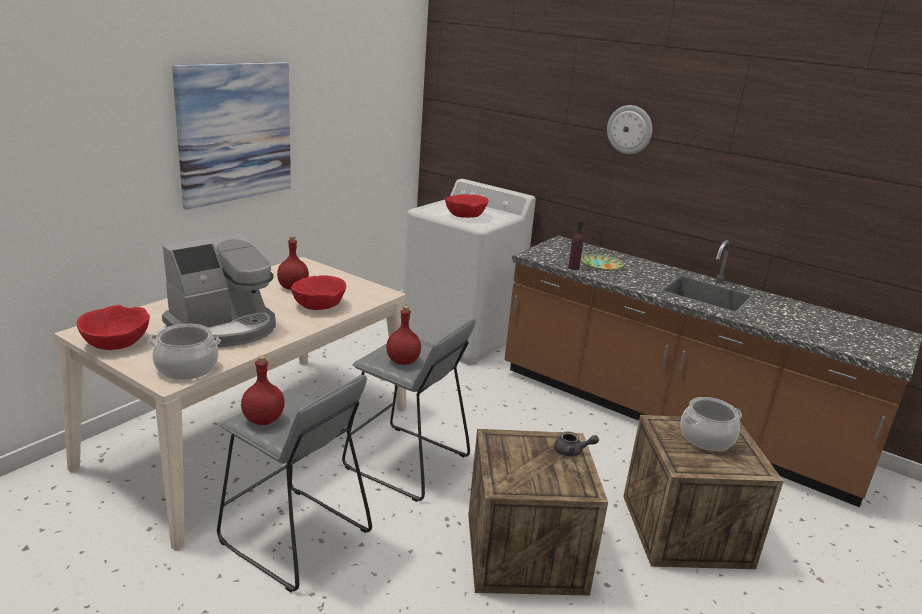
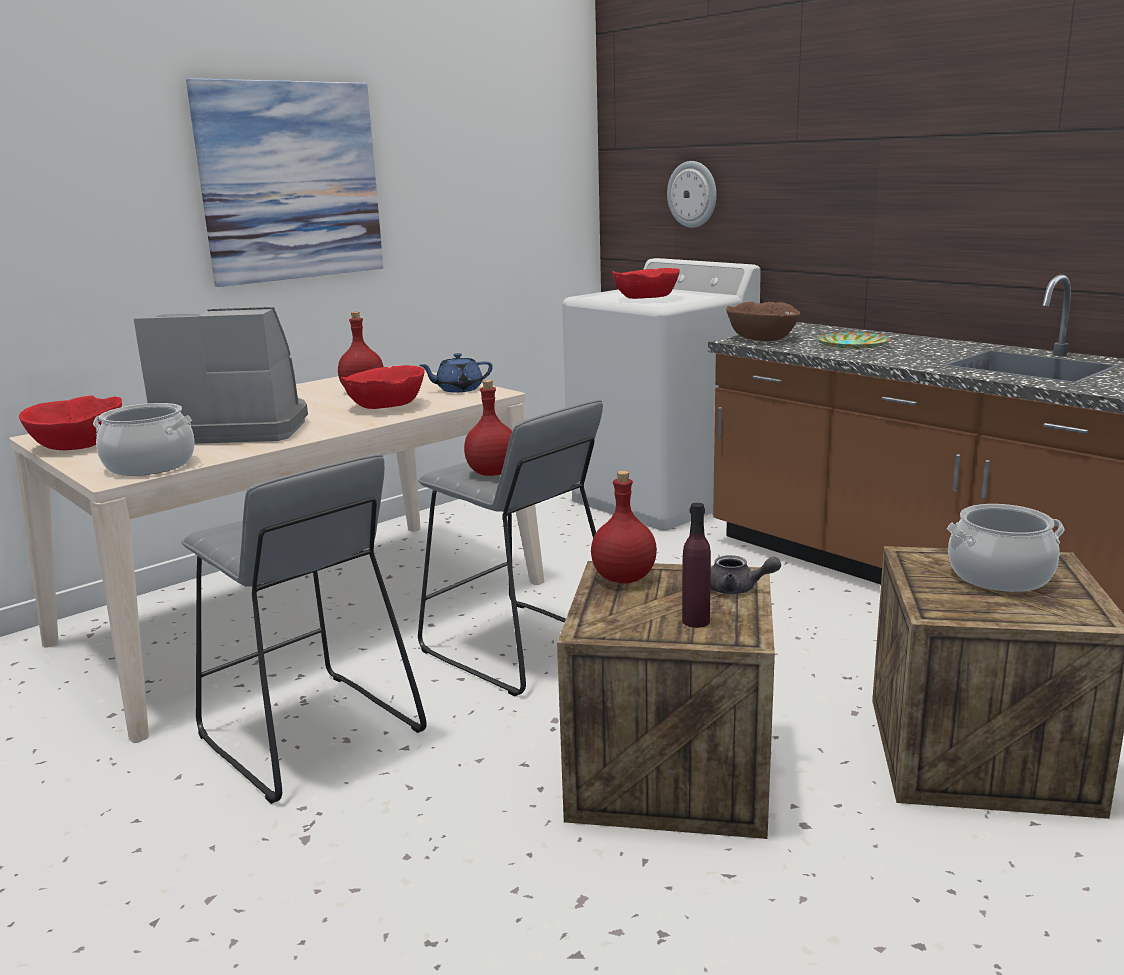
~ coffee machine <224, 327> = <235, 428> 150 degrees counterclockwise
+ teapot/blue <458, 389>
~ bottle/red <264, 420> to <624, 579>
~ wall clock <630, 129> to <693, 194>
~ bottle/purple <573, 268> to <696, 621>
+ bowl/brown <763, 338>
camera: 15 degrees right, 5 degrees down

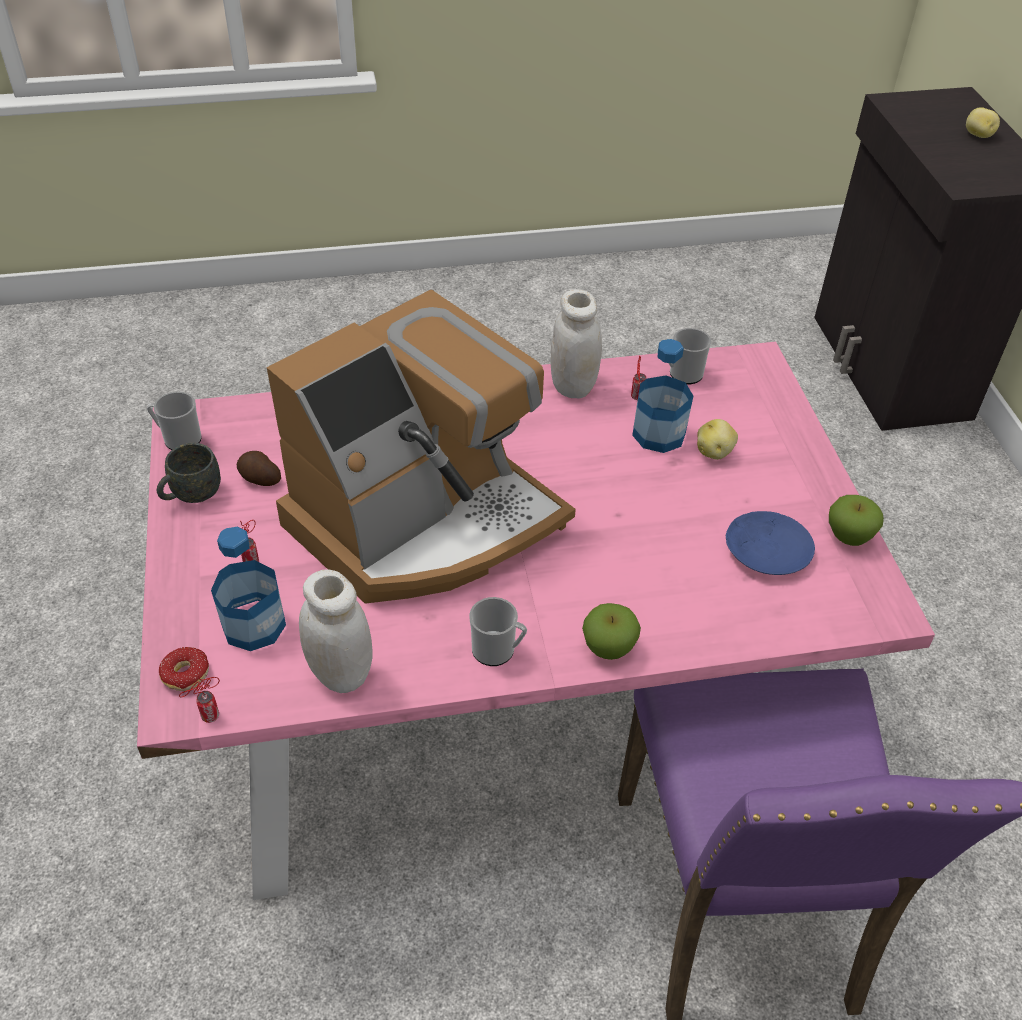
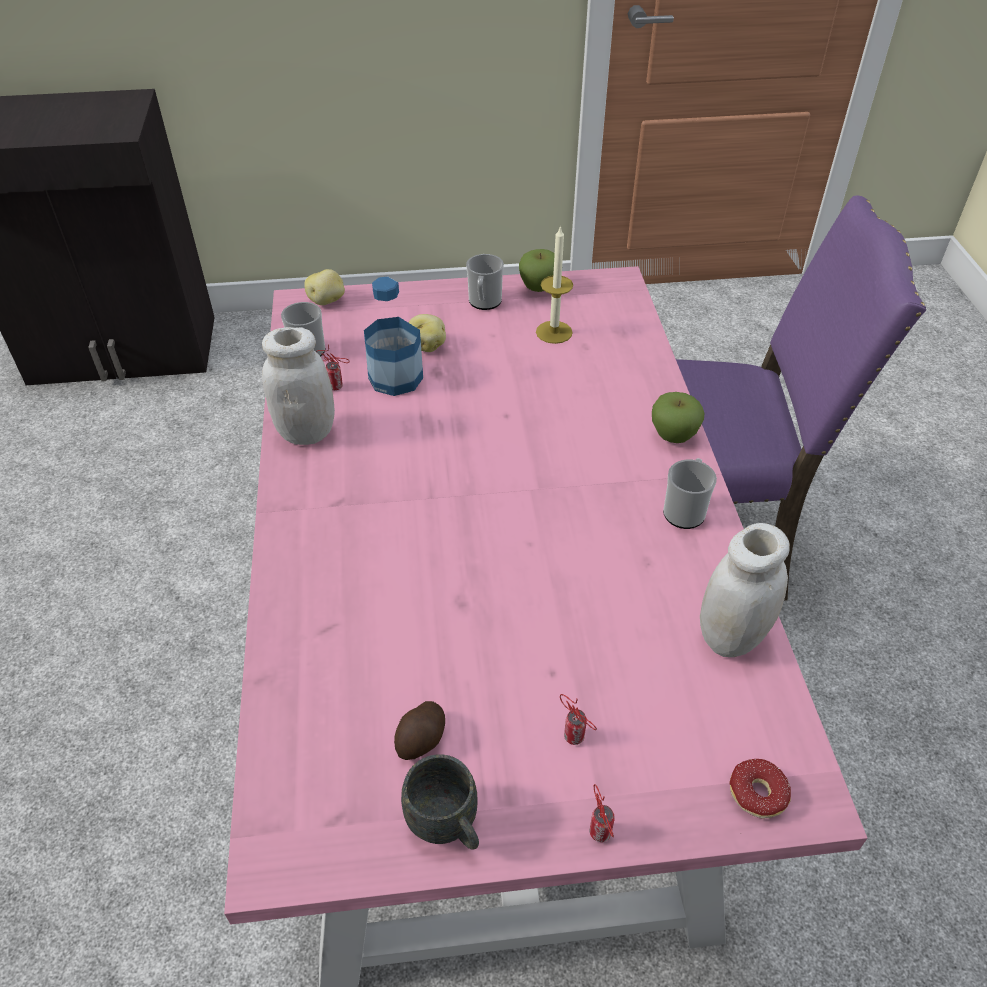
~ potato <978, 135> to <327, 301>
~ mug <178, 439> to <484, 303>
~ plate/blue <766, 550> to candle <554, 332>
~ can <208, 717> to <601, 835>
- bottle <254, 625>
- coffee machine <425, 521>
camera: 85 degrees left, 0 degrees up

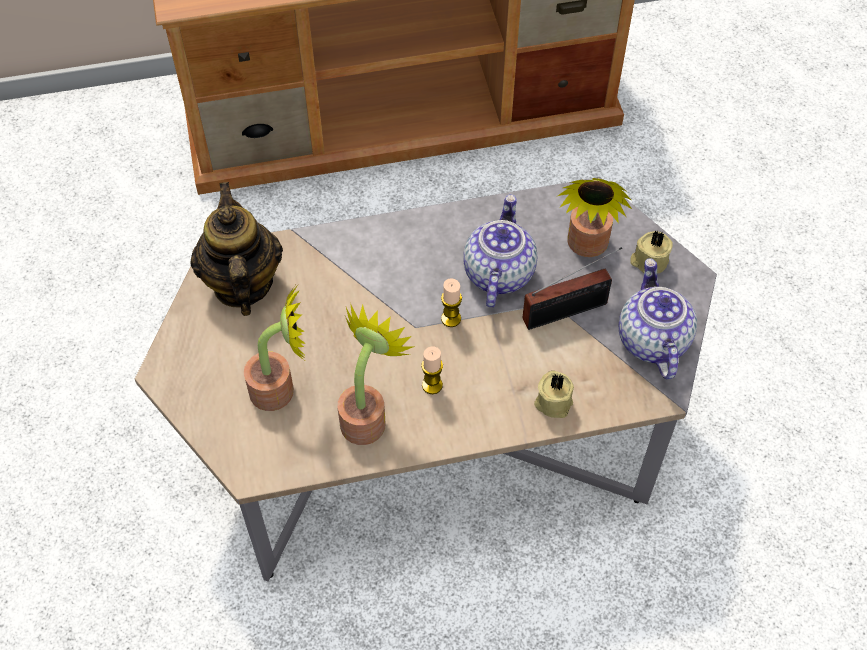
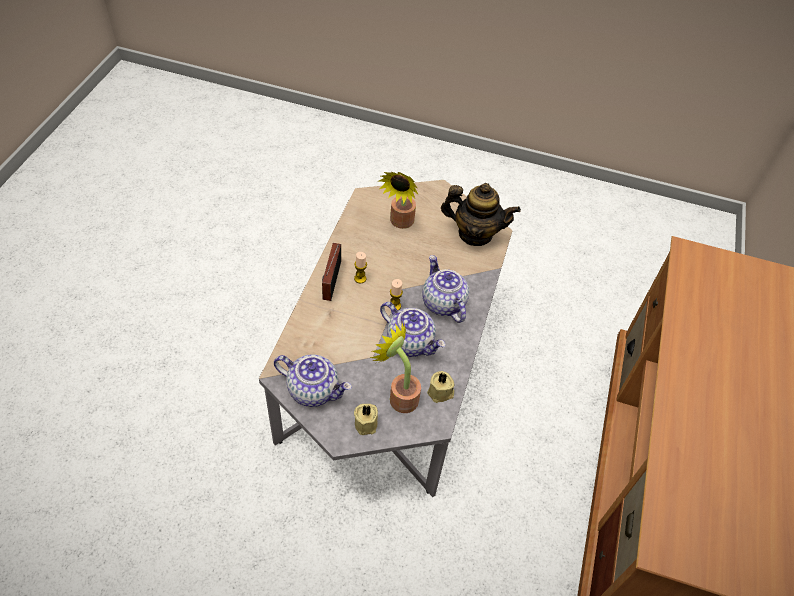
~ radio <569, 311> to <330, 282>
+ teapot <442, 303>
~ candle/beige <553, 401> to <441, 393>
- potted plant <367, 416>
camera: 115 degrees right, 5 degrees down

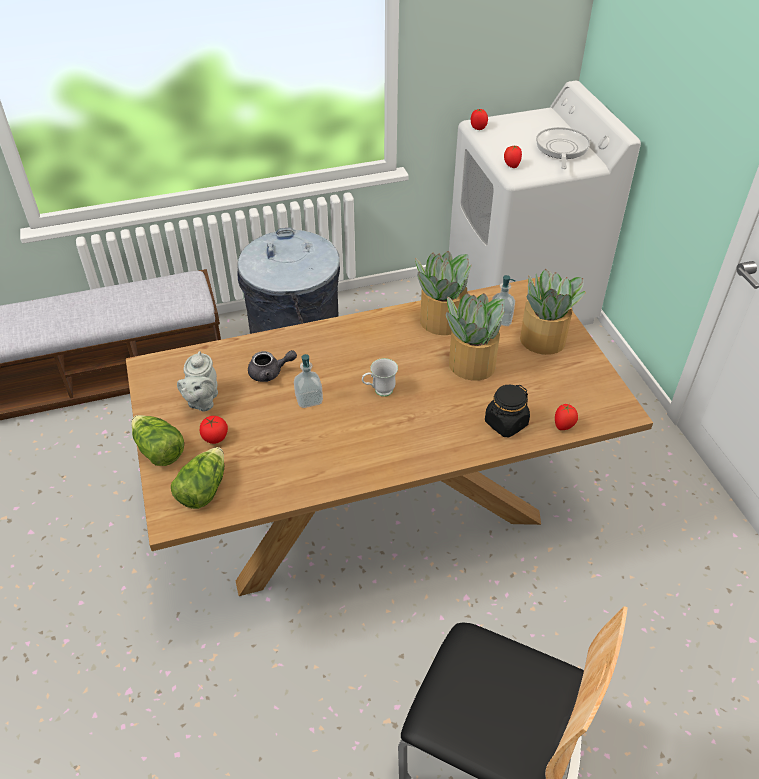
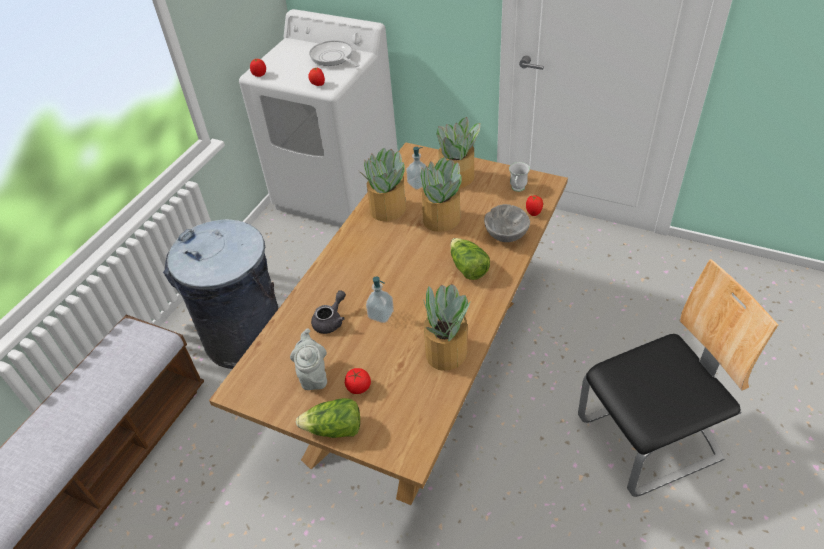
~ teapot/grey <202, 401> = <313, 375> 150 degrees counterclockwise
+ potted plant <445, 353>
~ lettuce <203, 489> to <467, 268>
~ jar/black <506, 423> to bowl/grey <505, 235>
~ mug/white <379, 391> to <517, 190>
camera: 45 degrees left, 0 degrees up

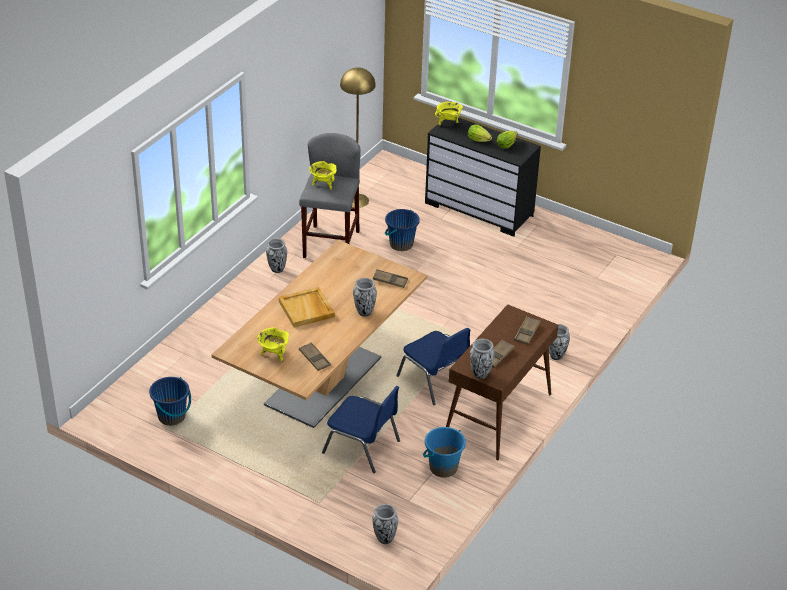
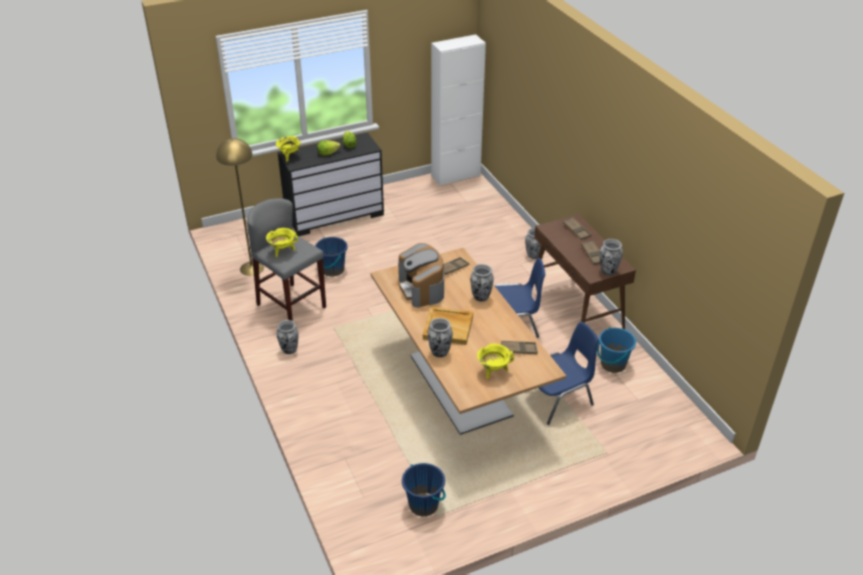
+ coffee machine <422, 289>
~ vase <384, 538> to <439, 353>
+ cabinet/white <455, 175>
camera: 55 degrees left, 0 degrees up

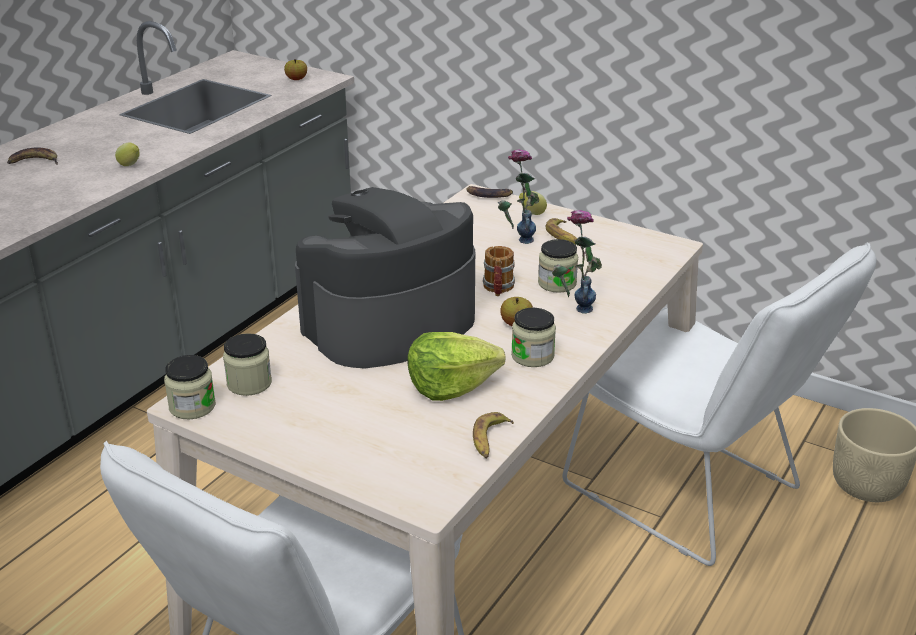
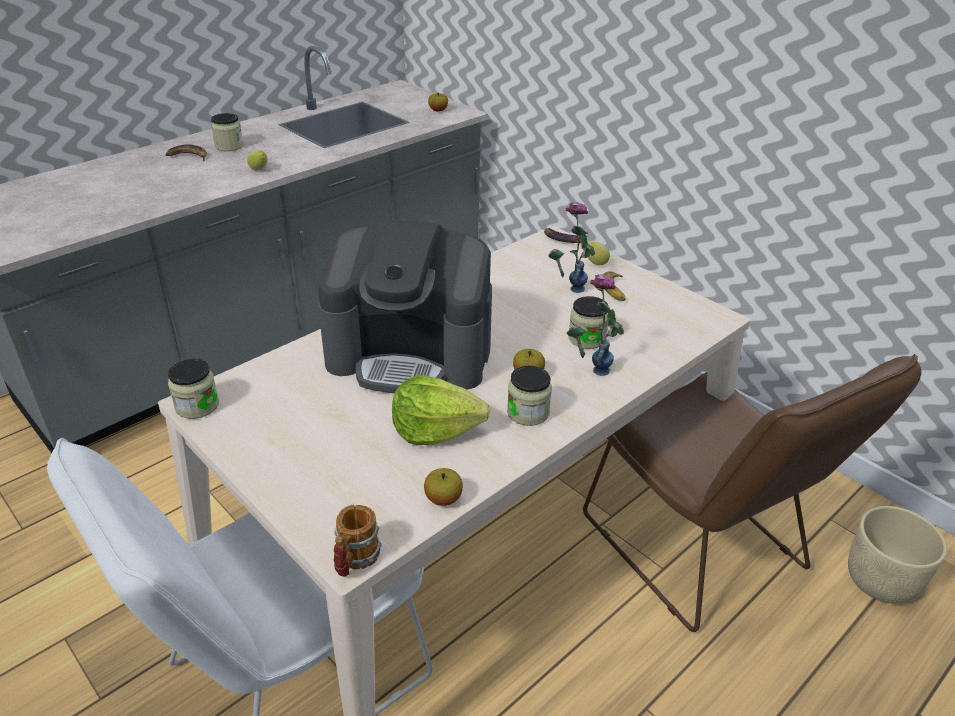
~ jar <249, 383> to <229, 146>
~ coffee machine <389, 324> = <411, 353> 150 degrees counterclockwise
~ mug <498, 289> to <354, 560>
~ banana <490, 440> to apple <443, 499>
~ chair/white <694, 494> to chair/brown <702, 552>
camera: 15 degrees right, 5 degrees up

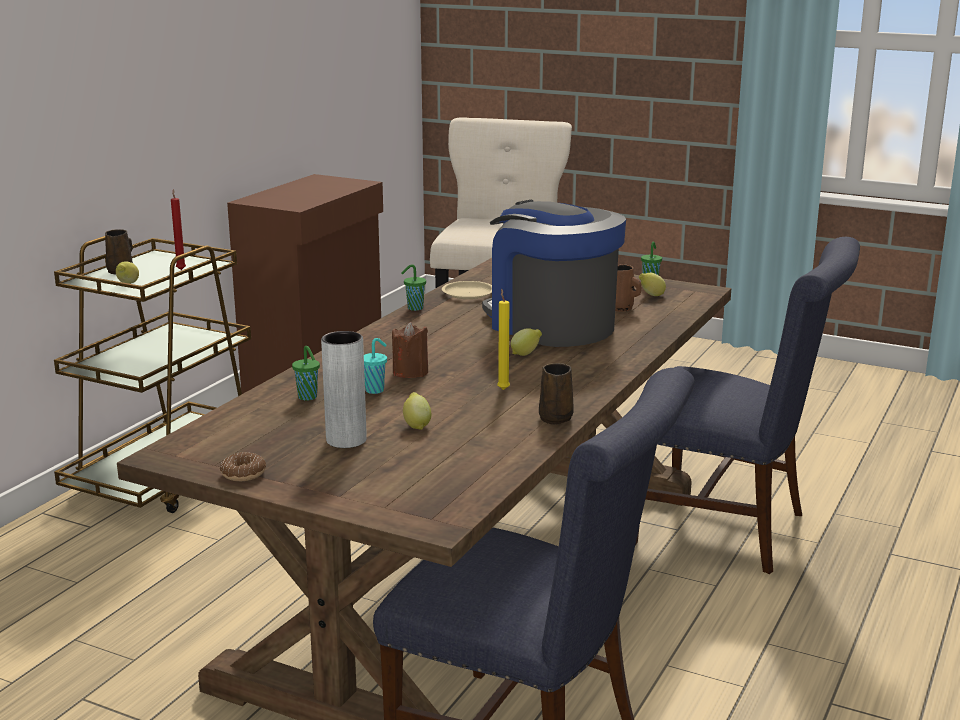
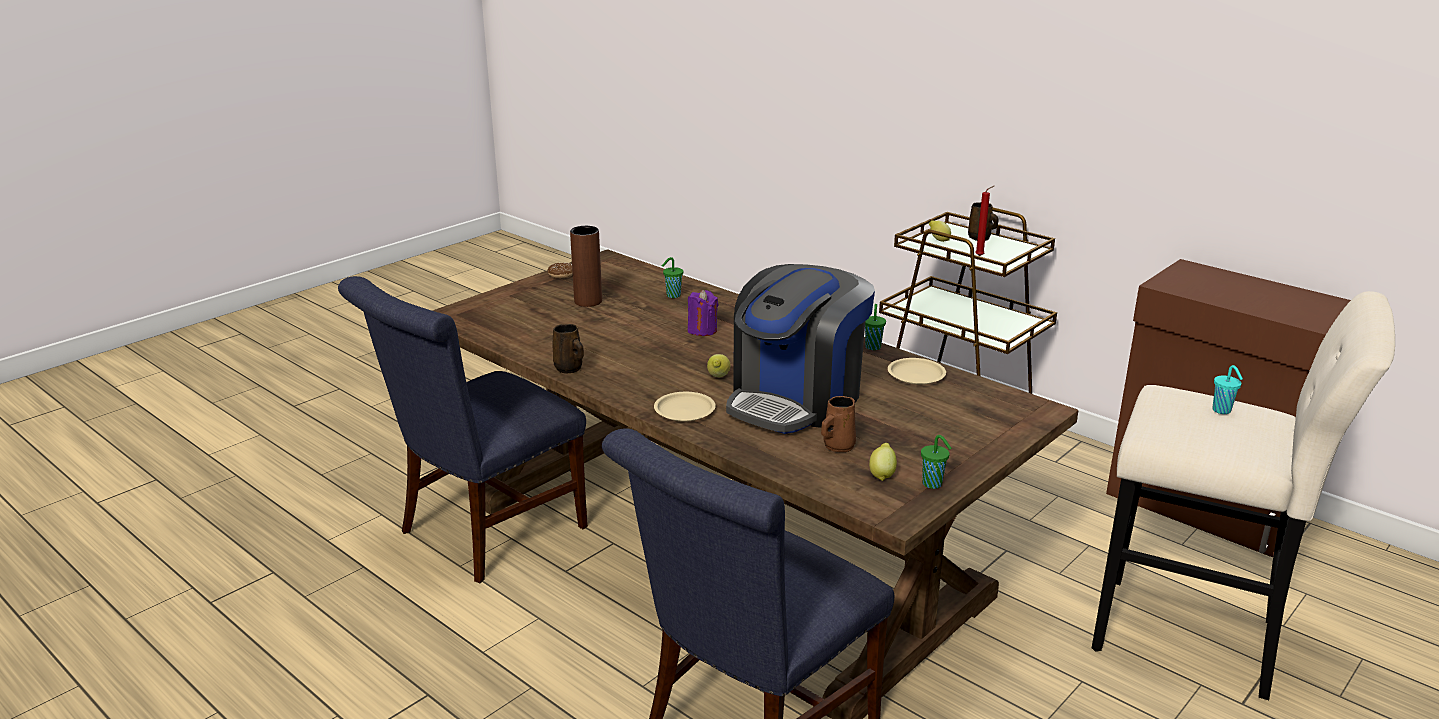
~ vase/grey <346, 440> to vase/brown <588, 301>
+ plate/beige <685, 411>
~ candle/brown <410, 372> to candle/purple <702, 330>
~ coffee machine <550, 325> = <796, 400> 150 degrees clockwise
~ cup/turquoise <375, 390> to <1222, 411>
- lemon <416, 425>
- candle/yellow <503, 389>
camera: 105 degrees right, 5 degrees up

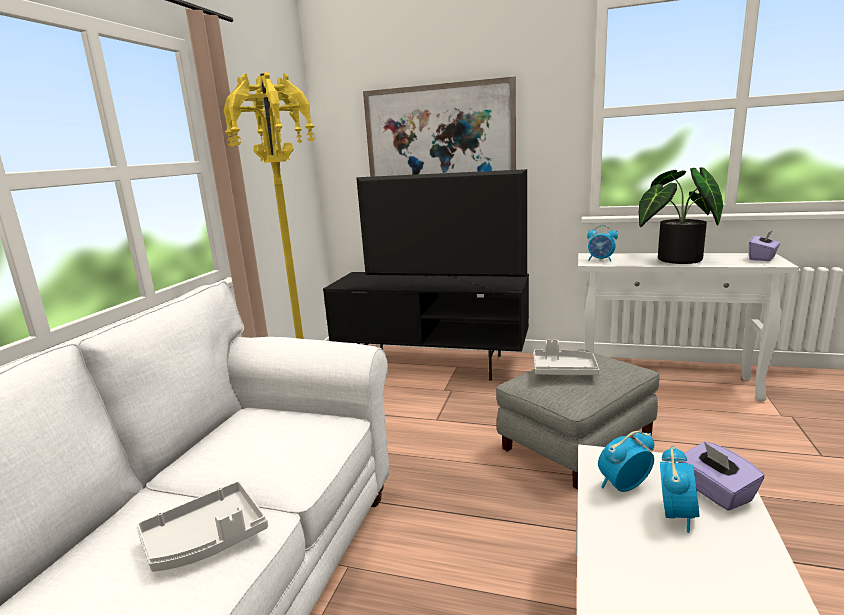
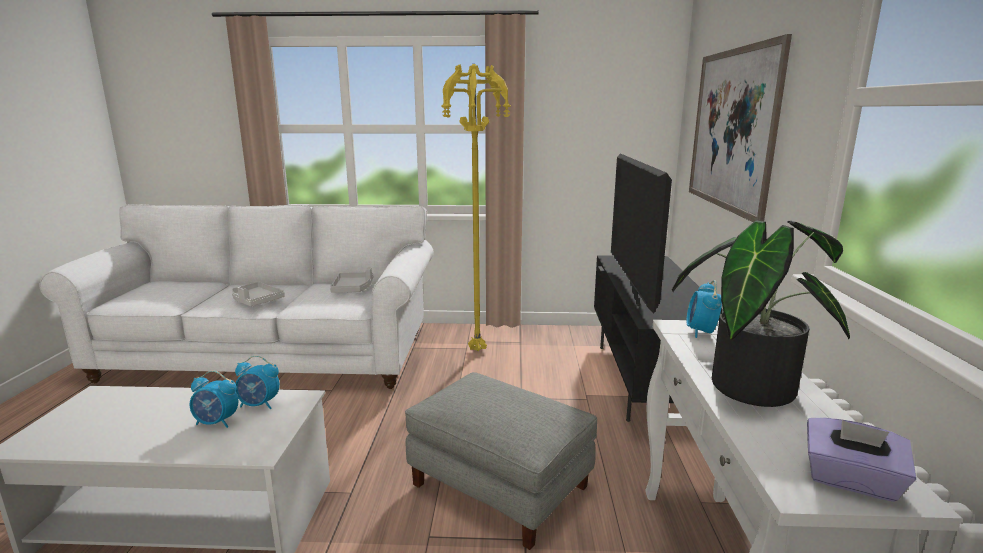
~ alarm clock <623, 486> = <259, 405> 135 degrees clockwise
~ tray/grey <563, 371> to <353, 289>
- tissue box/purple <715, 492>
camera: 75 degrees right, 0 degrees up

